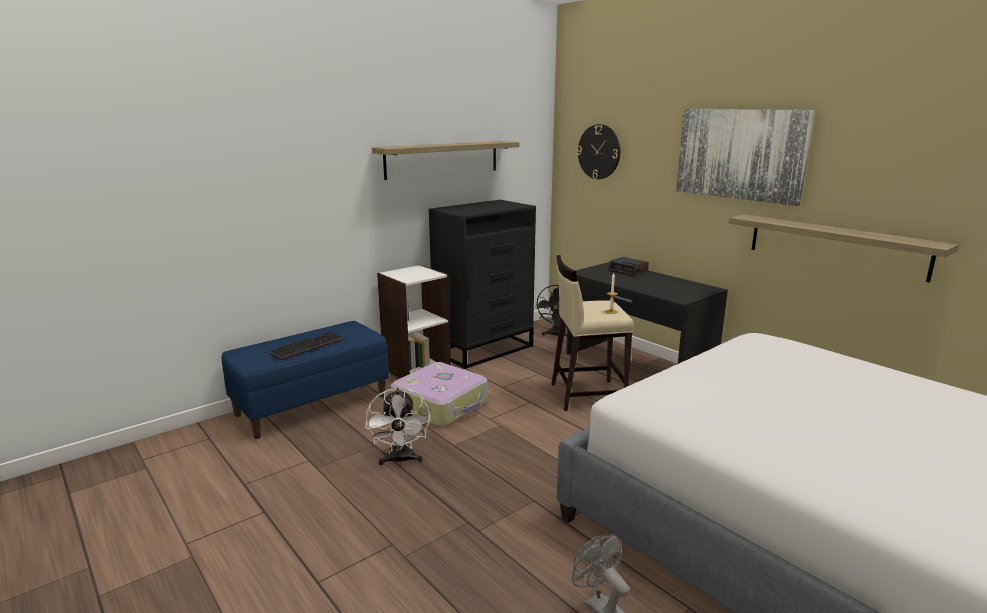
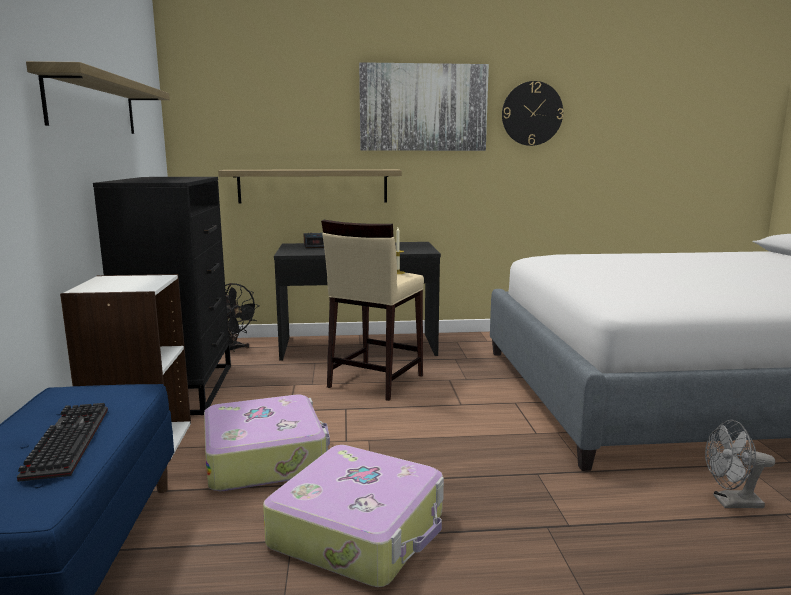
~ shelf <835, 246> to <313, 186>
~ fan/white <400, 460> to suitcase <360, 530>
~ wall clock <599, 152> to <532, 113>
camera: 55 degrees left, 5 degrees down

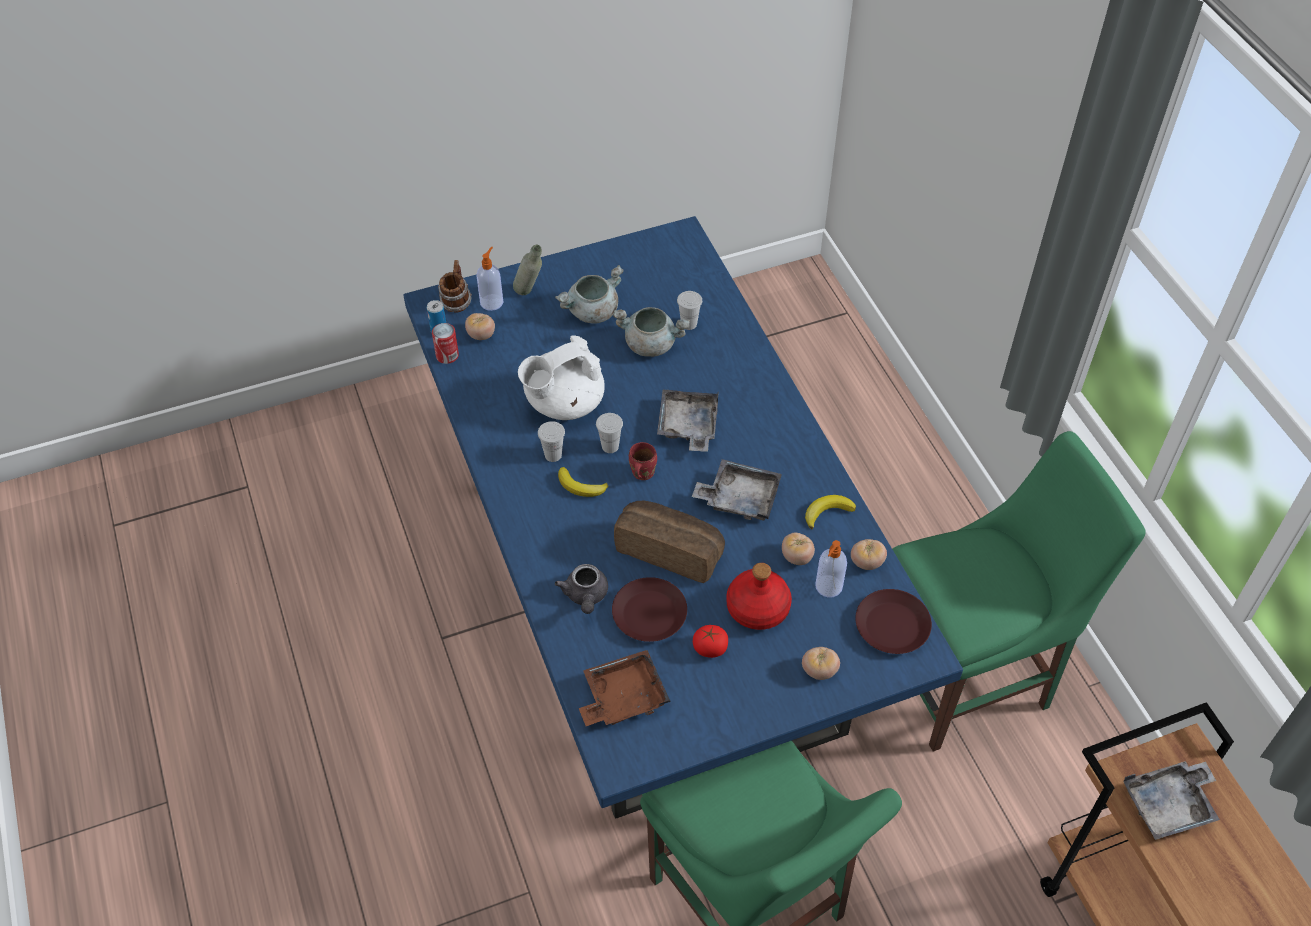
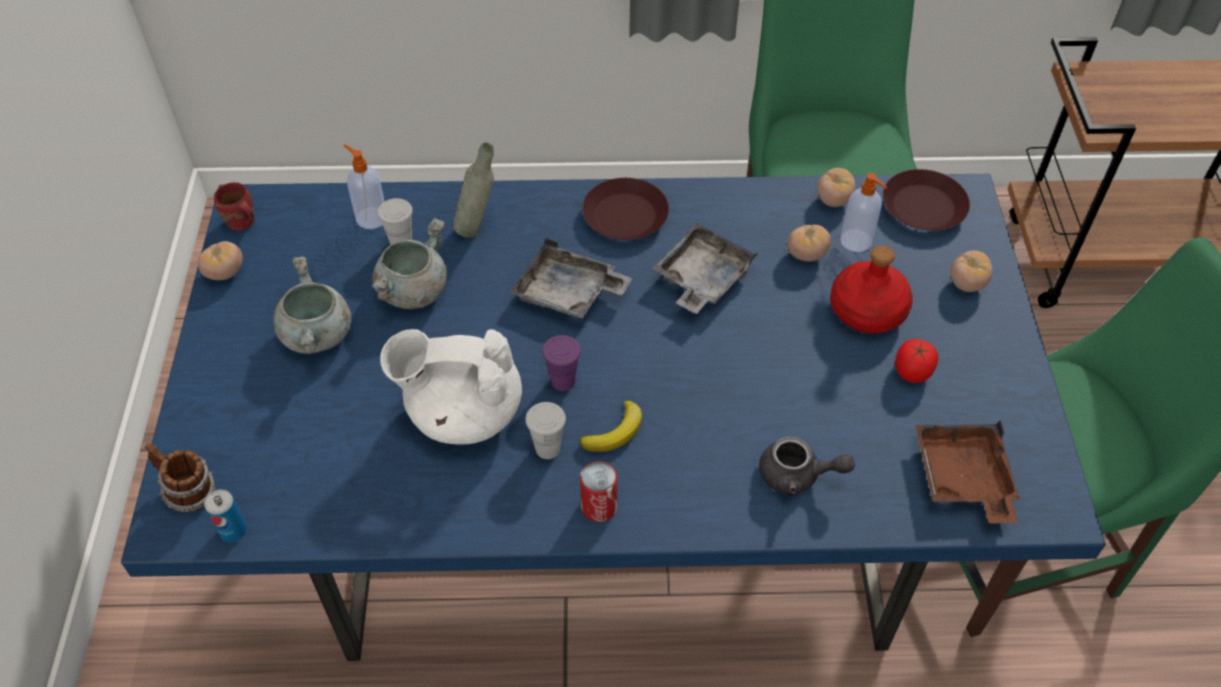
~ tomato <481, 335> to <225, 273>
~ mug/red <641, 473> to <241, 223>
~ soap dispenser <492, 302> to <371, 217>
~ teapot/white <563, 403> = <463, 412> 105 degrees clockwise
~ bottle/grey <530, 294> to <478, 227>
~ cup/white <610, 446> to cup/purple <563, 381>
~ can <447, 355> to <599, 506>
~ plate/brown <650, 614> to <626, 215>
- bread <670, 549>
- banana <827, 512>
- tray/grey <1169, 805>
camera: 70 degrees left, 0 degrees up

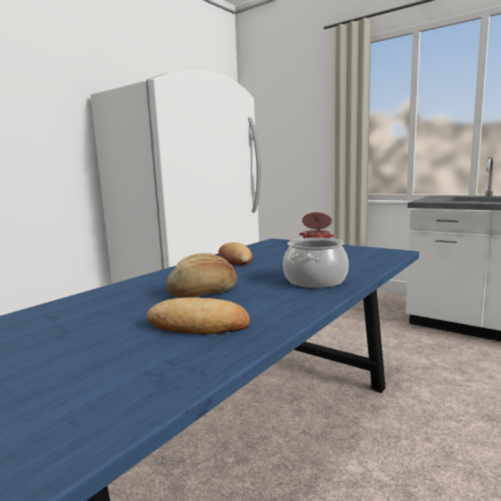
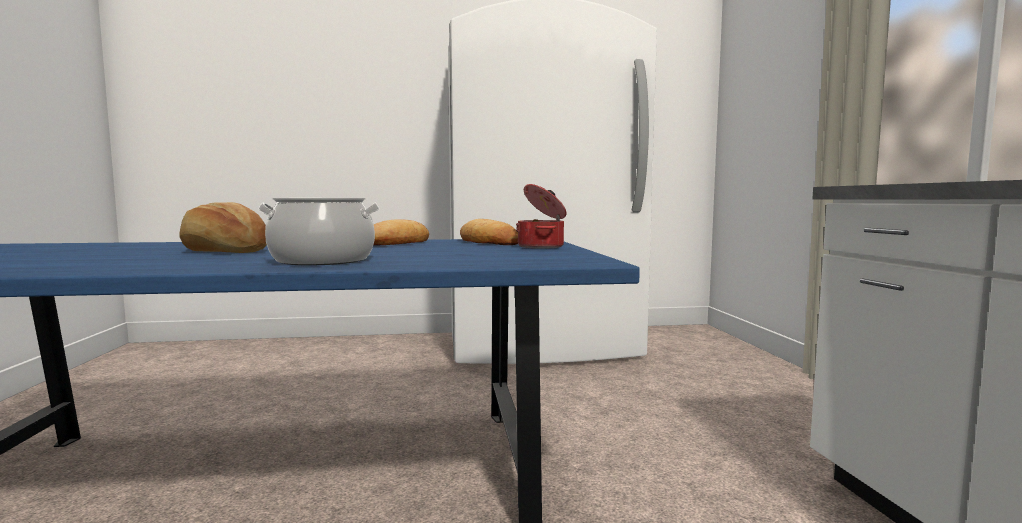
~ bread <199, 325> to <488, 242>
camera: 45 degrees right, 5 degrees down

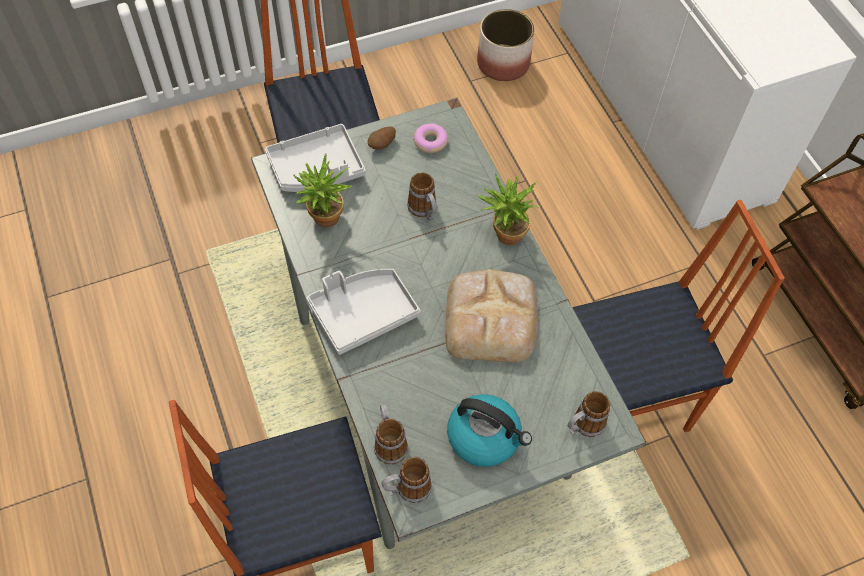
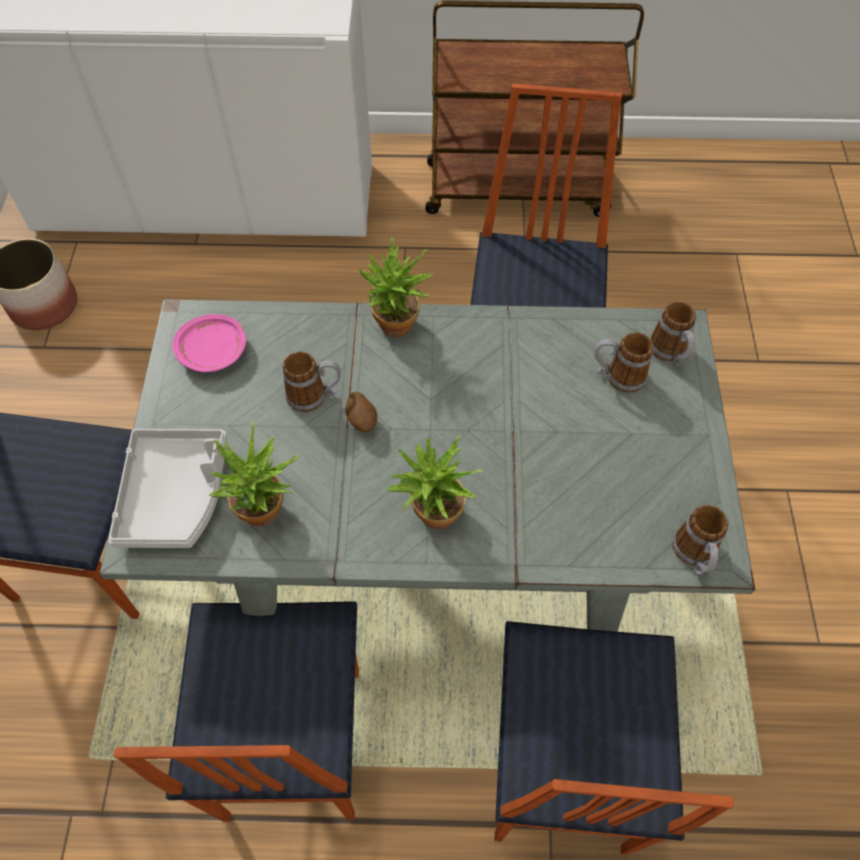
+ chair <290, 745>
~ donut <430, 141> to plate/pink <213, 351>
~ potato <382, 145> to <362, 420>
~ tray/grey <363, 313> to potted plant <432, 518>
~ mug <389, 442> to <617, 376>
- bread <492, 318>
- kettle <485, 437>
camera: 65 degrees left, 0 degrees up

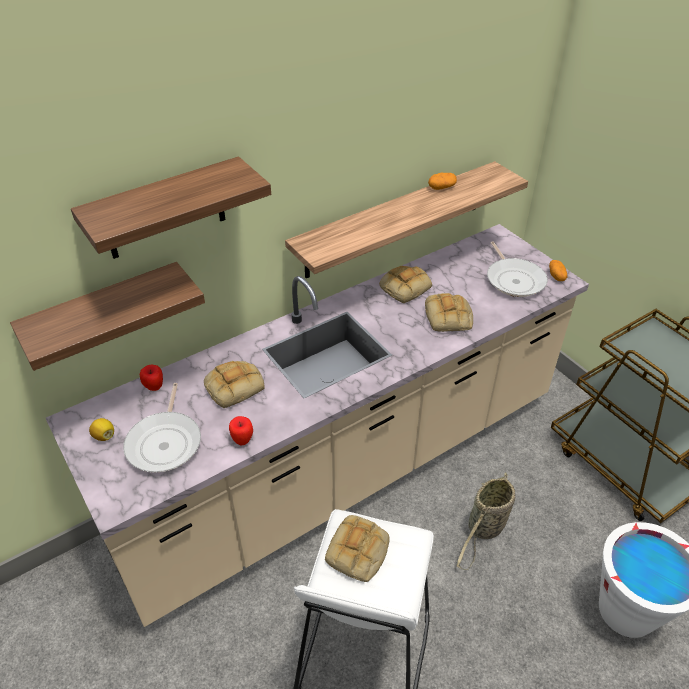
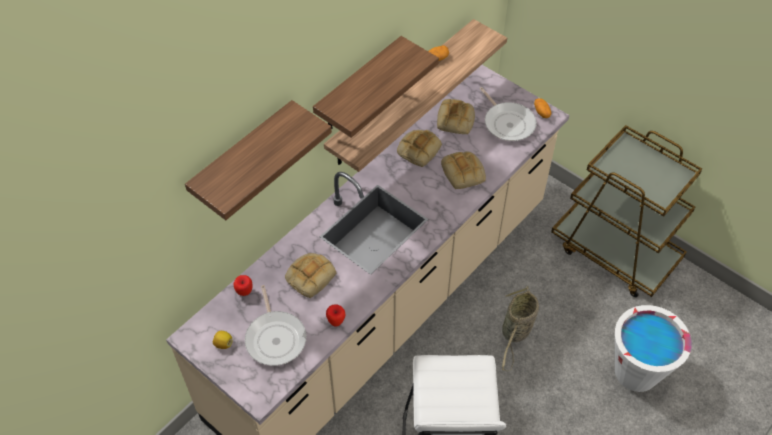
~ shelf <105, 314> to <358, 87>
~ bread <358, 552> to <456, 120>
camera: 15 degrees left, 10 degrees up

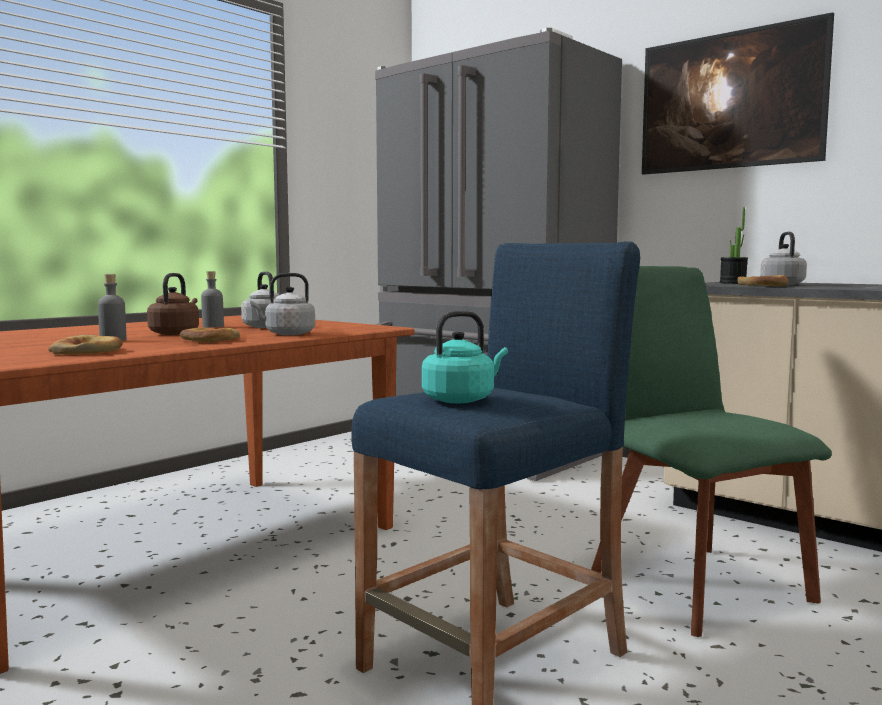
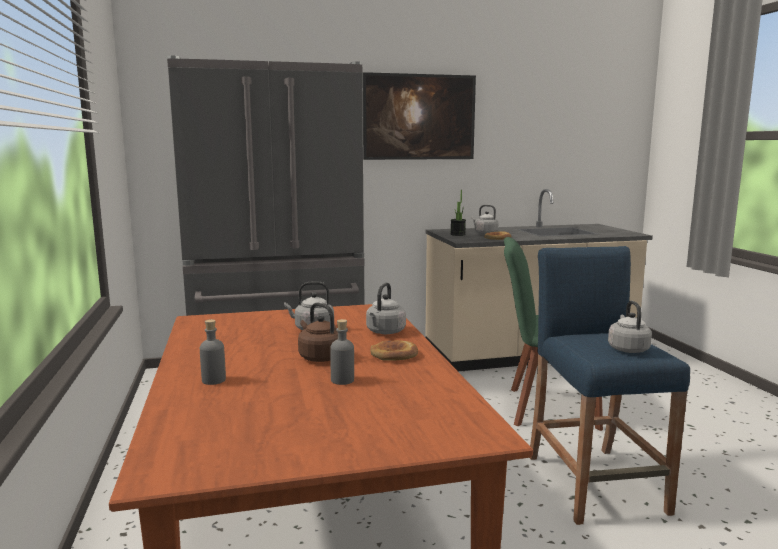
~ bottle/grey <213, 326> to <214, 380>
~ kettle/turquoise <461, 399> to kettle/grey <627, 349>
- bread <88, 351>
camera: 55 degrees left, 5 degrees up

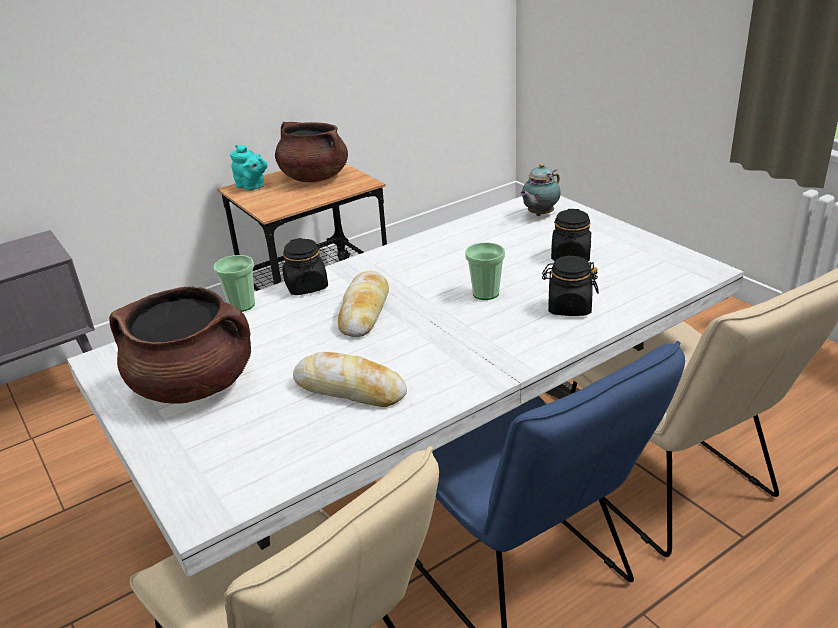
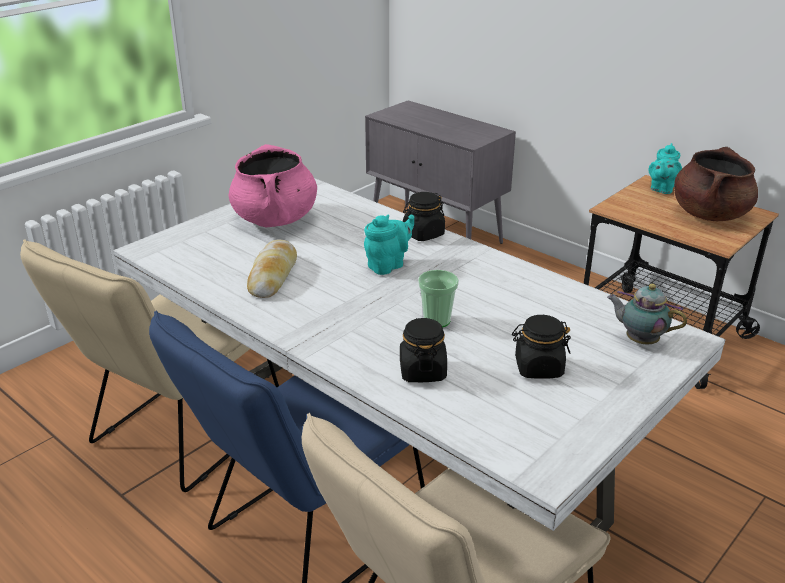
~ cooking pot/brown <194, 385> to cooking pot/pink <275, 219>
~ bread <364, 311> to teapot/turquoise <388, 265>
- cup <241, 305>
camera: 75 degrees right, 0 degrees up

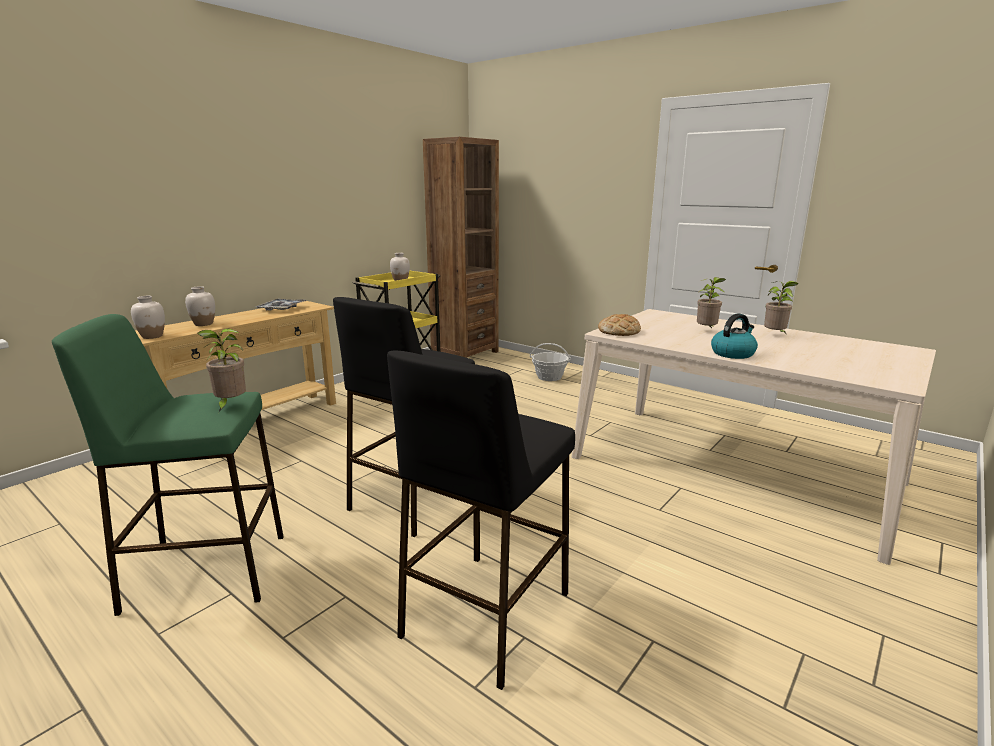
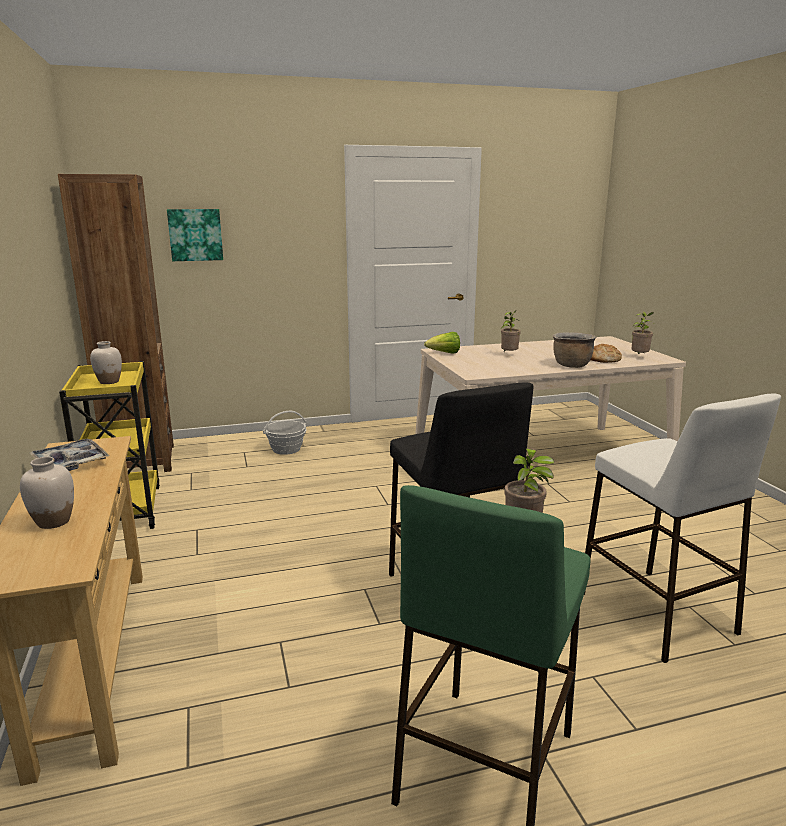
+ picture <195, 235>
+ lettuce <444, 353>
~ kettle <733, 353> to cooking pot/brown <571, 365>
~ stool/black <486, 615> to stool/white <656, 613>
~ bread <619, 331> to <602, 359>
~ potted plant <775, 335> to <639, 357>
- vase/white <152, 336>
camera: 55 degrees left, 0 degrees up

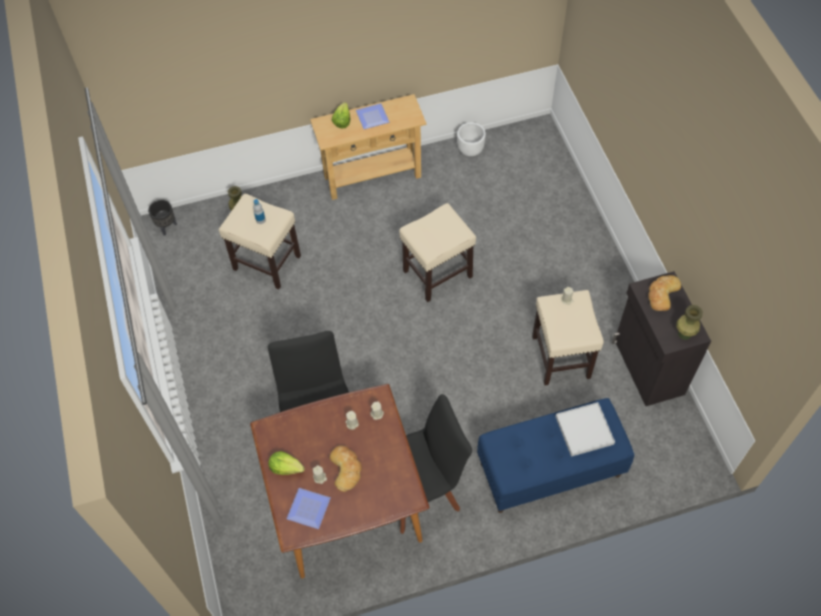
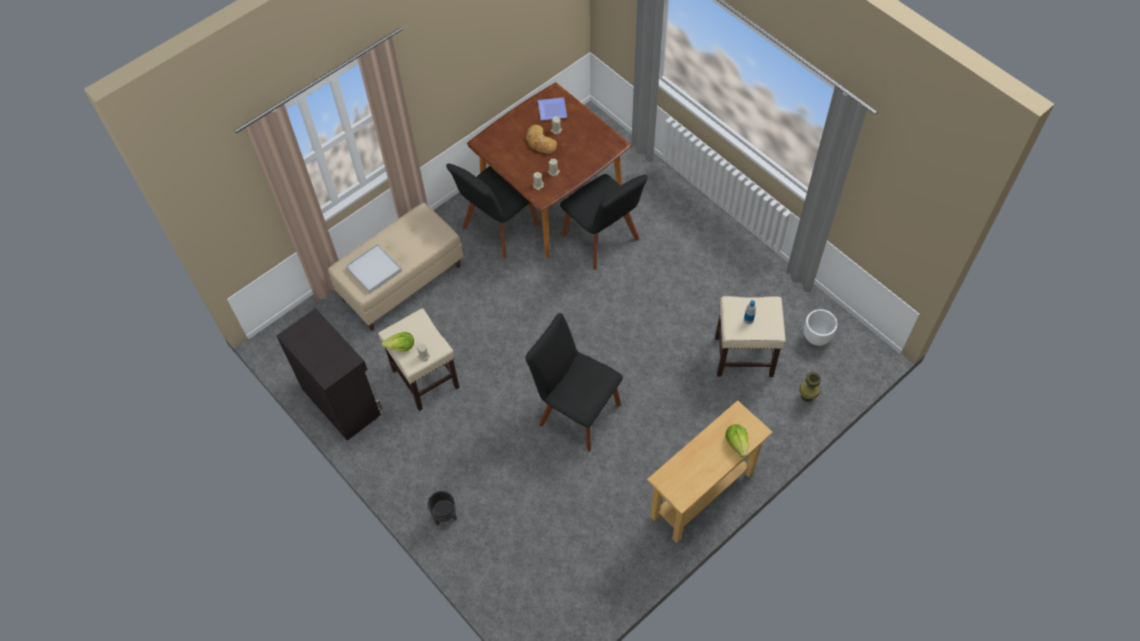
~ bench/blue <549, 470> to bench/beige <402, 282>
~ lettuce <286, 467> to <400, 347>
~ planter/black <167, 227> to <444, 516>
~ stool/beige <437, 274> to chair/black <576, 411>
~ planter/white <470, 150> to <817, 337>
- plate <371, 117>
- bread <662, 294>
- vase/green <684, 333>
camera: 155 degrees right, 0 degrees up

